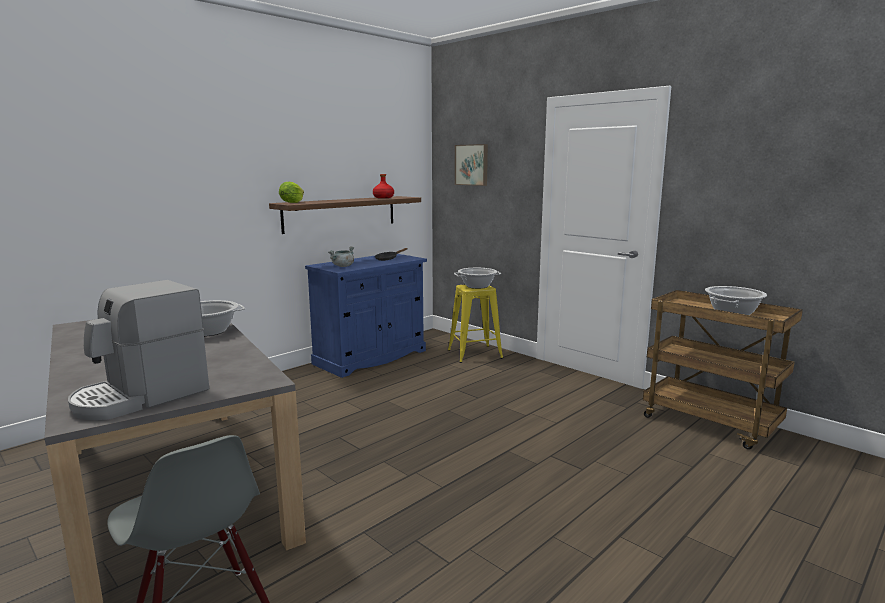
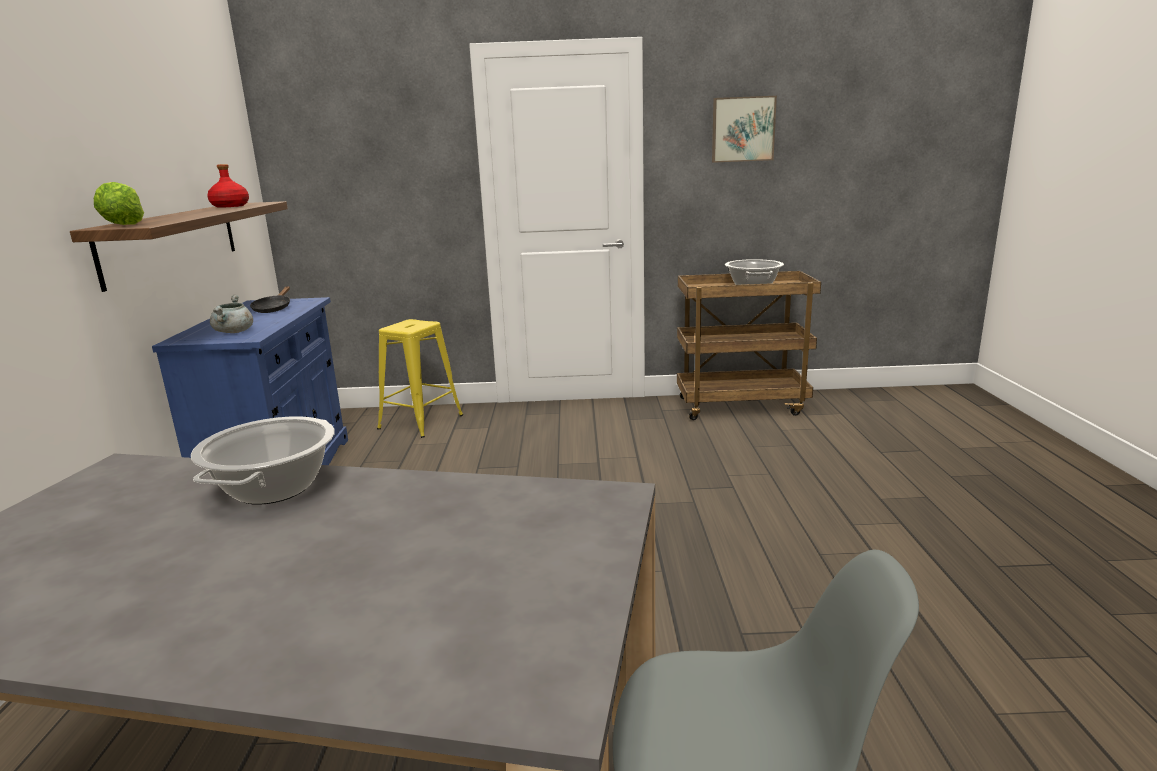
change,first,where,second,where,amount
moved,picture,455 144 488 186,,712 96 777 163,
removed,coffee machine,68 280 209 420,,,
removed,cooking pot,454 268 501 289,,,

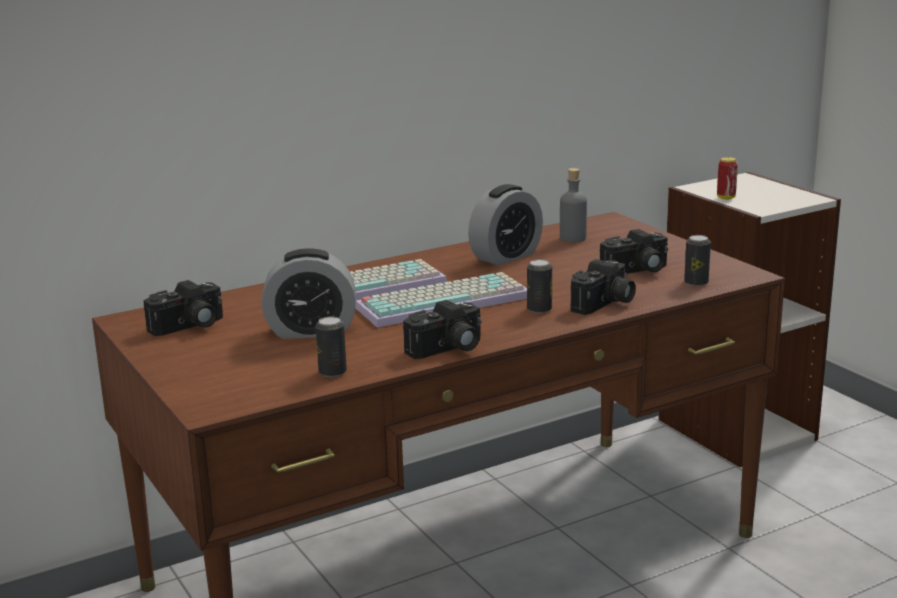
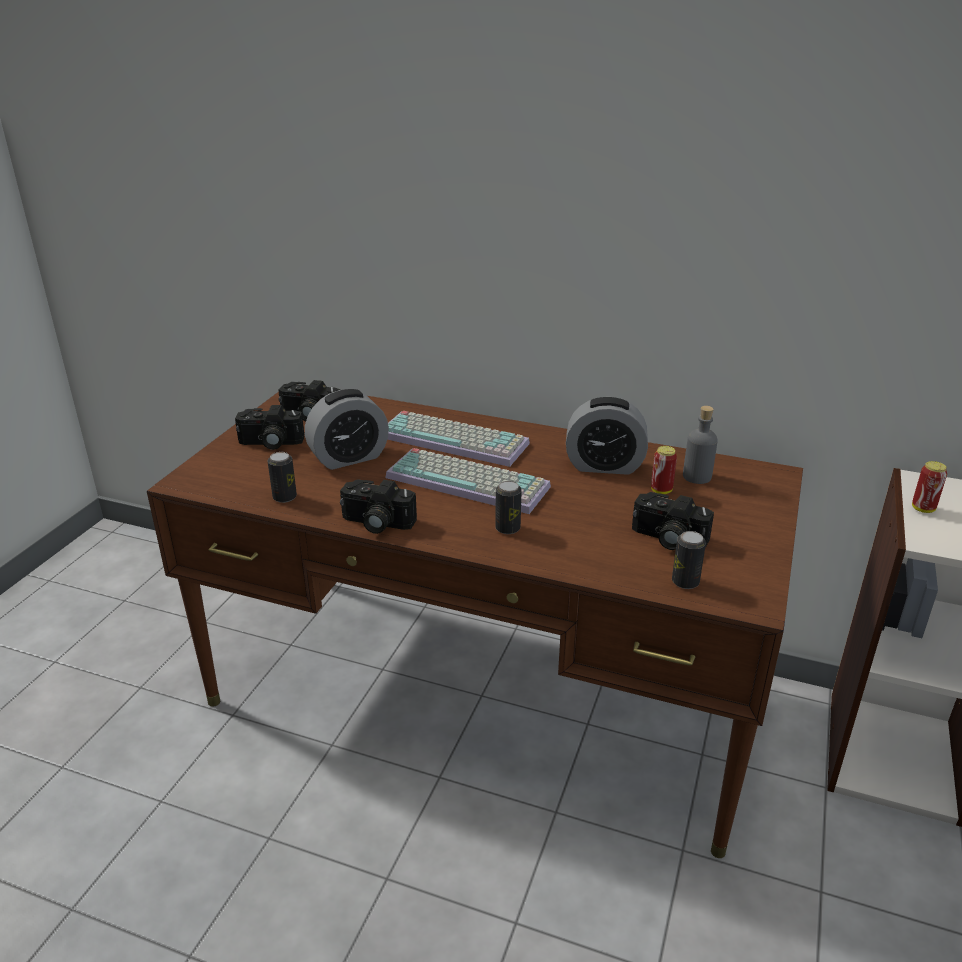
change,first,where,second,where,amount
moved,photo camera,570 259 636 315,,235 405 305 450,
turned,alarm clock,262 248 356 339,,305 389 389 470,75 degrees counterclockwise
added,,,can,651 446 677 494,

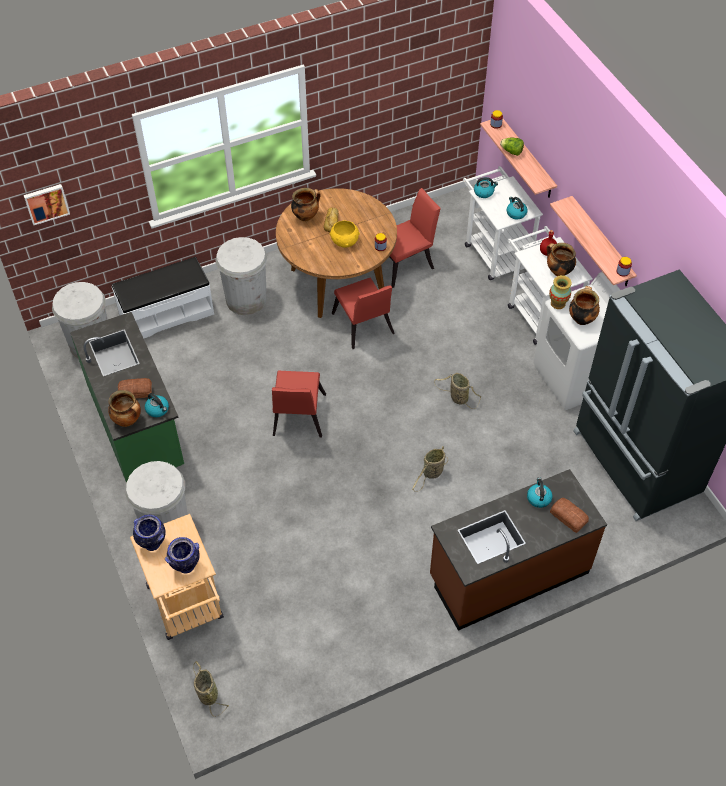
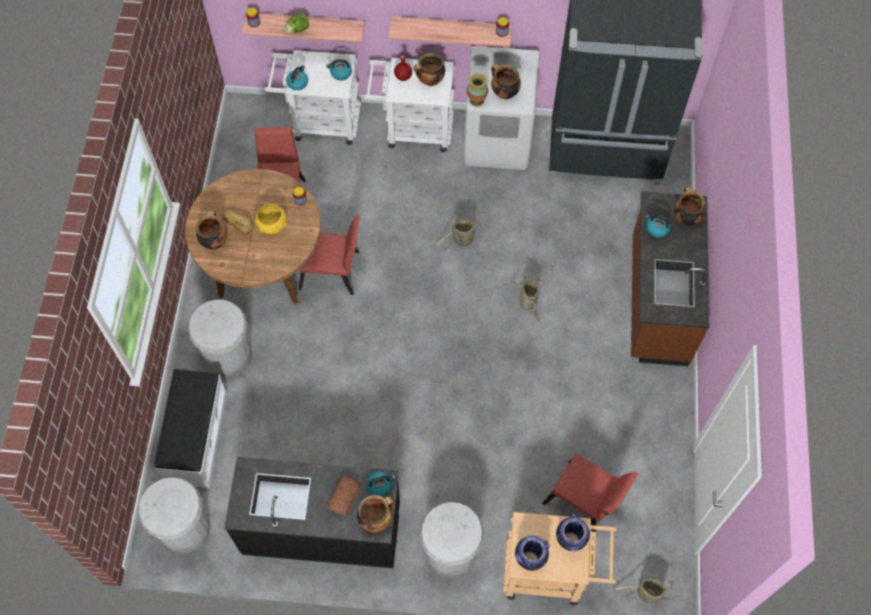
change,first,where,second,where,amount
recoloured,green counter,70 312 184 483,black counter,224 457 400 568,
moved,red chair,272 371 326 438,,542 453 638 532,
replaced,bread,550 498 589 533,cooking pot,674 187 705 226,
removed,picture,24 184 70 225,,,

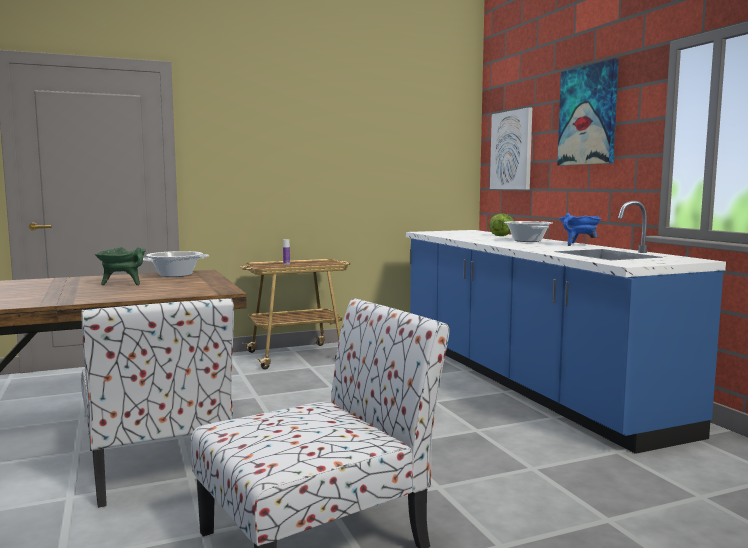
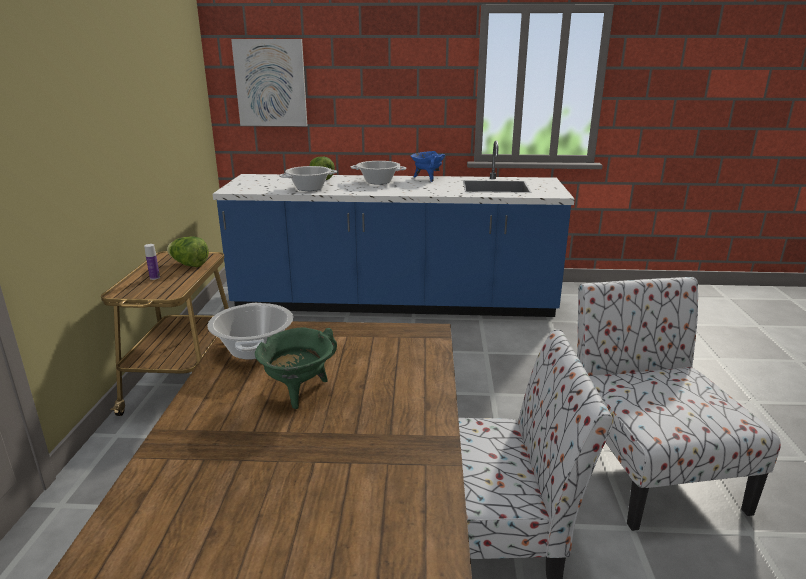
change,first,where,second,where,amount
added,,,lettuce,167 236 209 267,
added,,,cooking pot,279 166 337 191,
removed,picture,557 58 619 166,,,

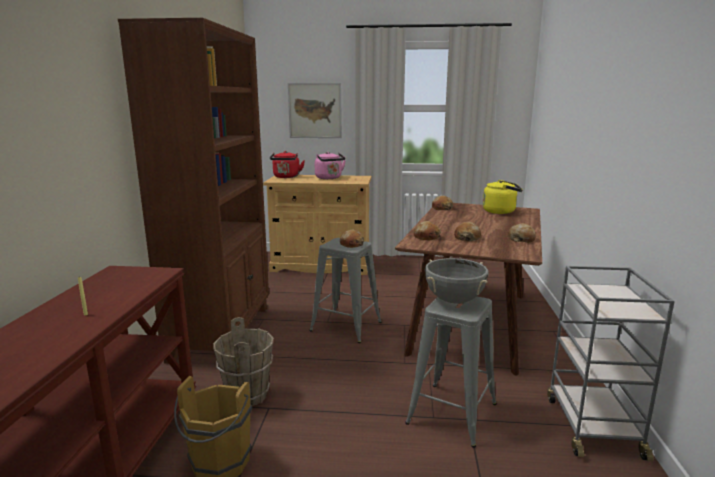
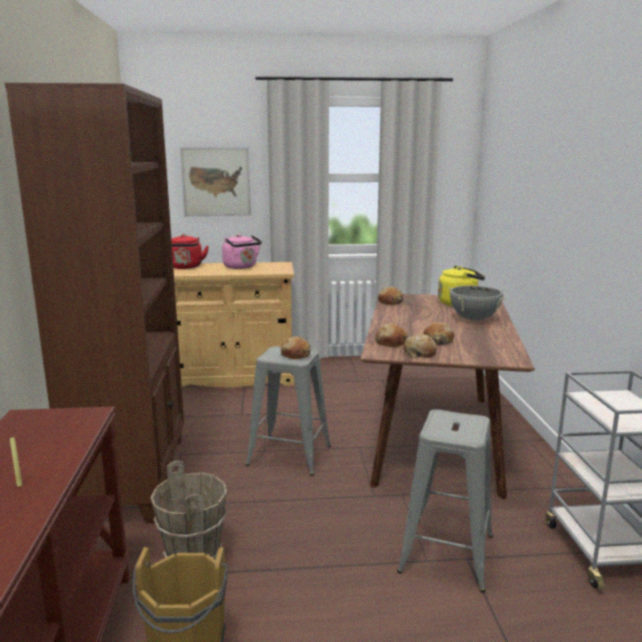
change,first,where,second,where,amount
moved,bread,508 223 536 243,,404 333 436 358,
moved,grey cooking pot,425 258 489 303,,448 286 506 321,

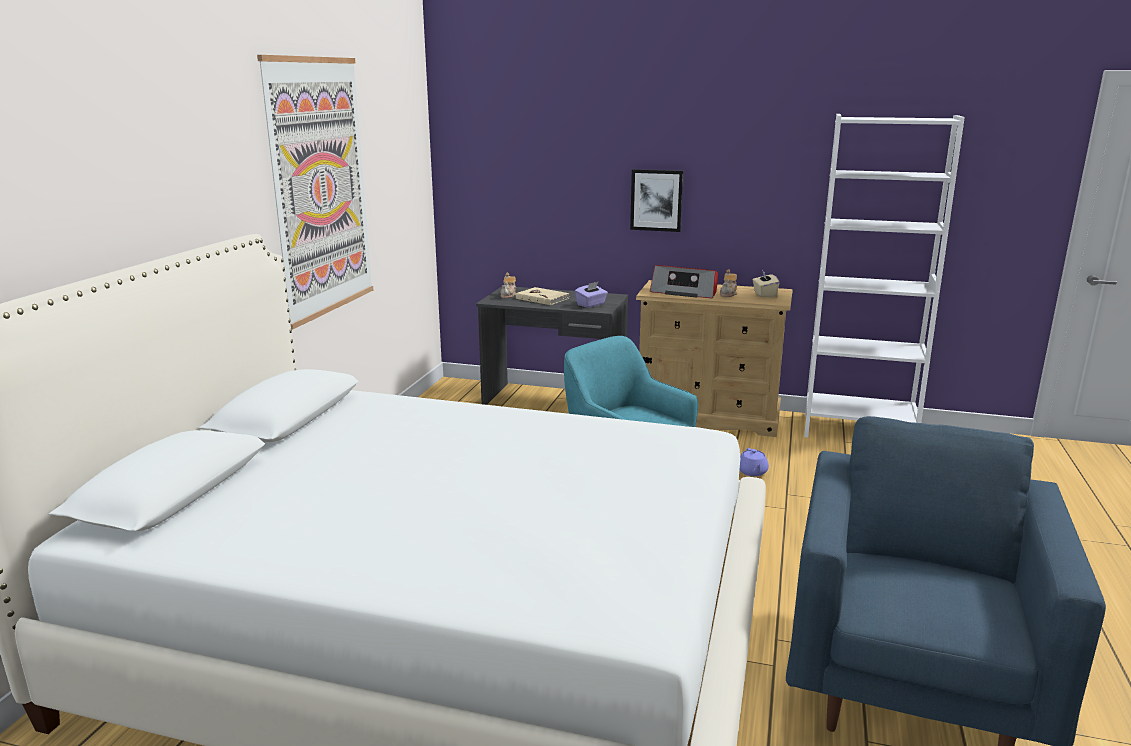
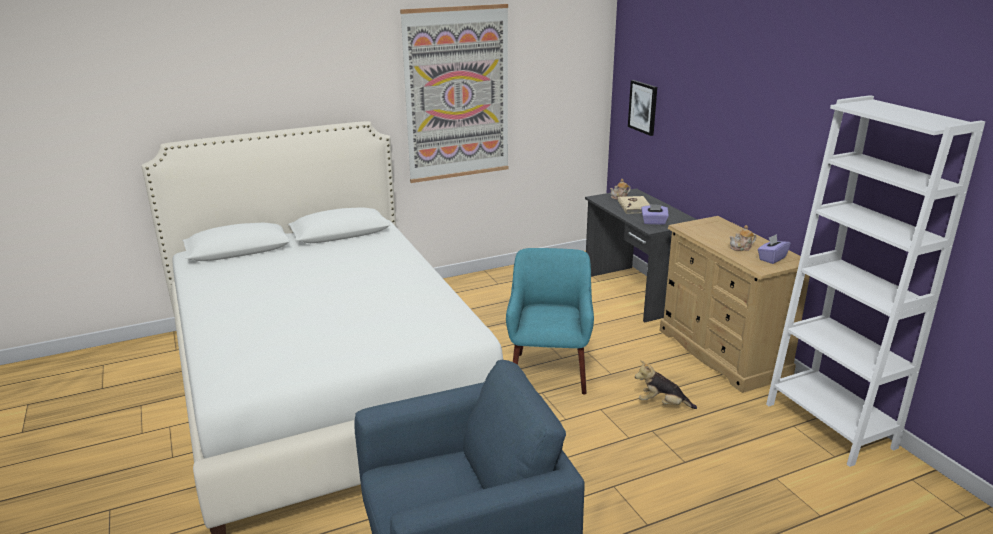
change,first,where,second,where,amount
moved,picture,630 169 684 232,,628 80 657 136,
replaced,purple teapot,740 448 769 476,plush toy,635 360 697 409,
recoloured,beige tissue box,752 270 779 297,purple tissue box,758 234 791 264,
removed,radio,650 265 718 298,,,

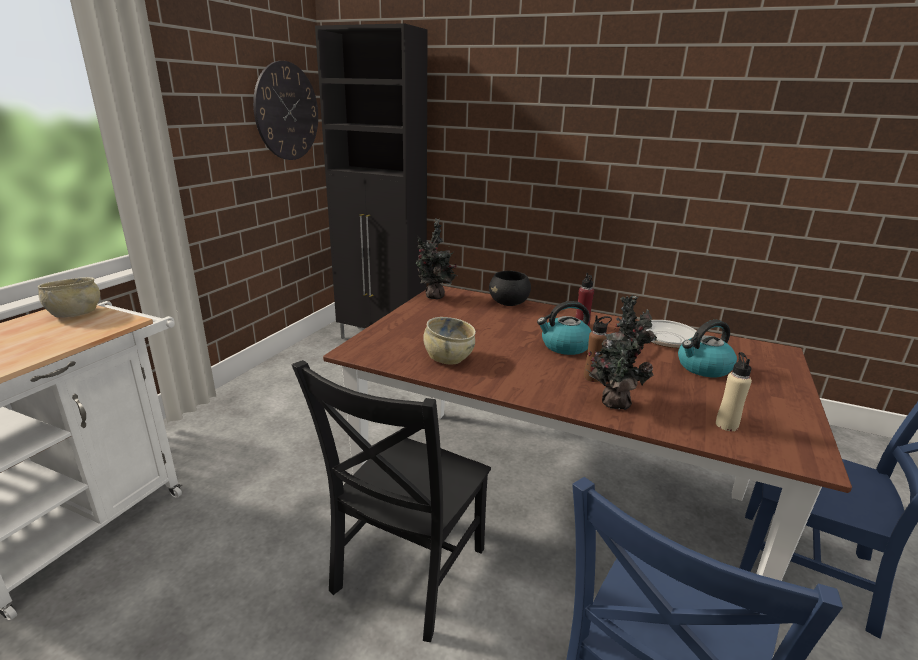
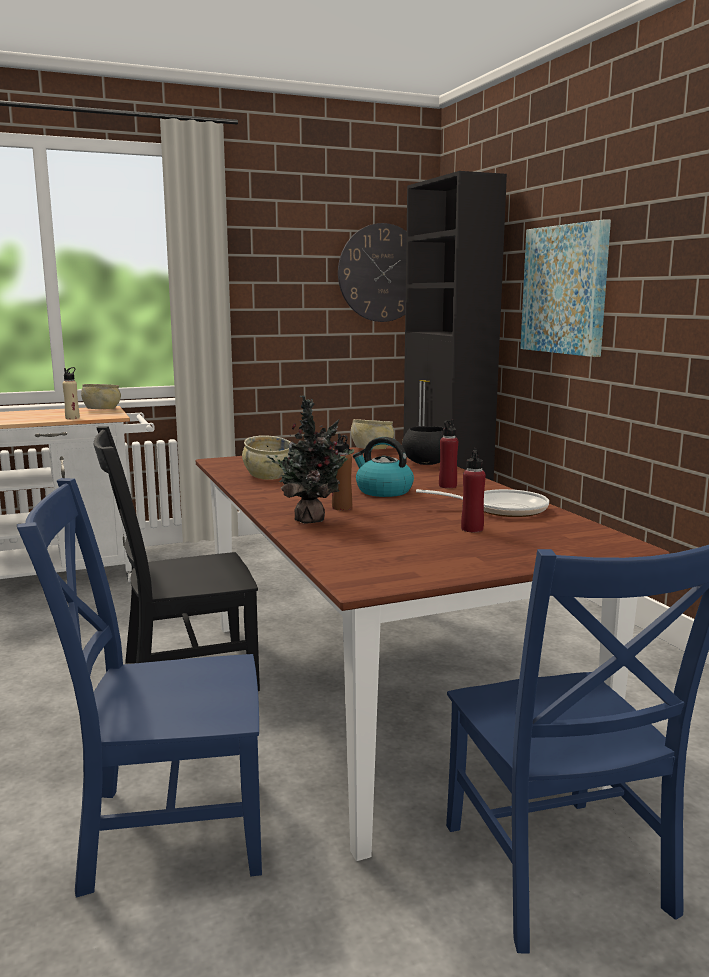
change,first,where,second,where,amount
moved,beige bottle,716 352 752 431,,62 367 80 419,
replaced,potted plant,416 218 457 299,beige bowl,351 419 394 449,
replaced,kettle,678 320 737 377,red bottle,461 448 486 532,
added,,,picture,520 219 611 357,

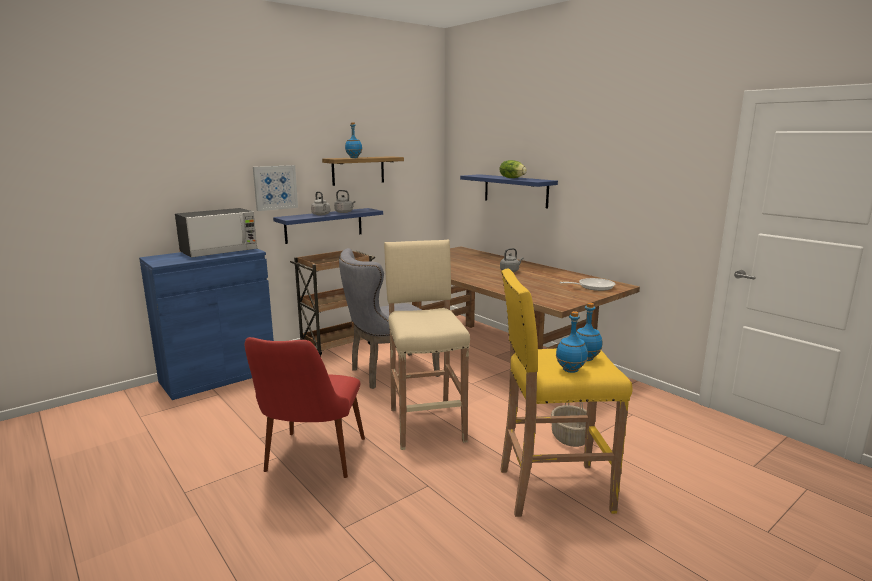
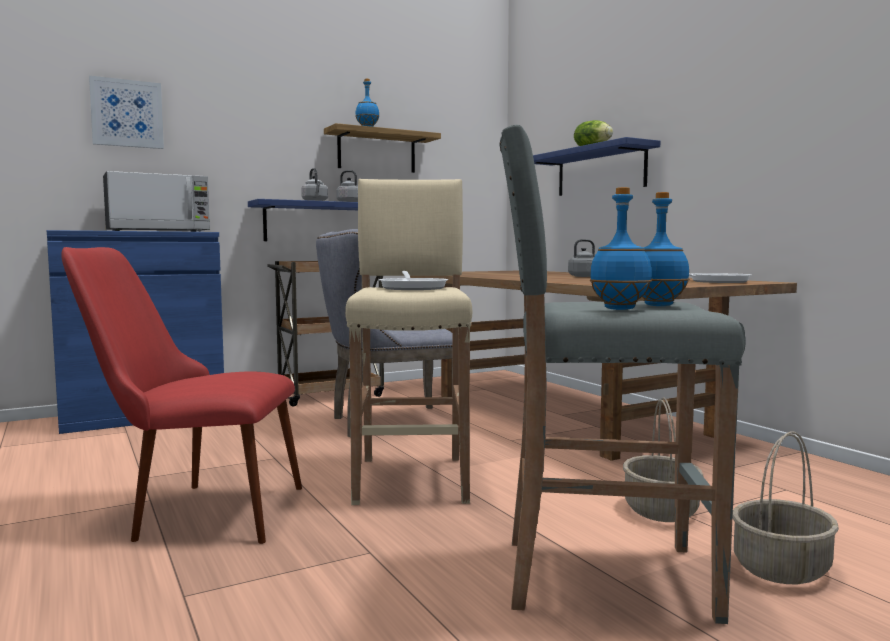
change,first,where,second,where,amount
turned,red chair,245 337 365 478,,61 247 302 544,75 degrees clockwise
moved,picture,253 165 298 211,,89 76 164 149,
added,,,frying pan,379 271 448 290,
recoloured,yellow stool,500 269 633 517,grey stool,499 125 746 624,
added,,,basket,732 431 839 584,

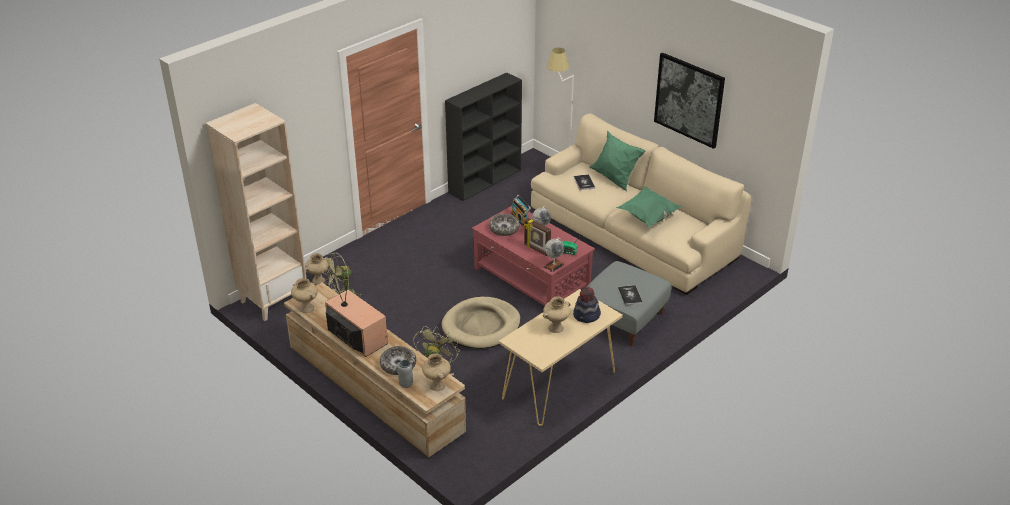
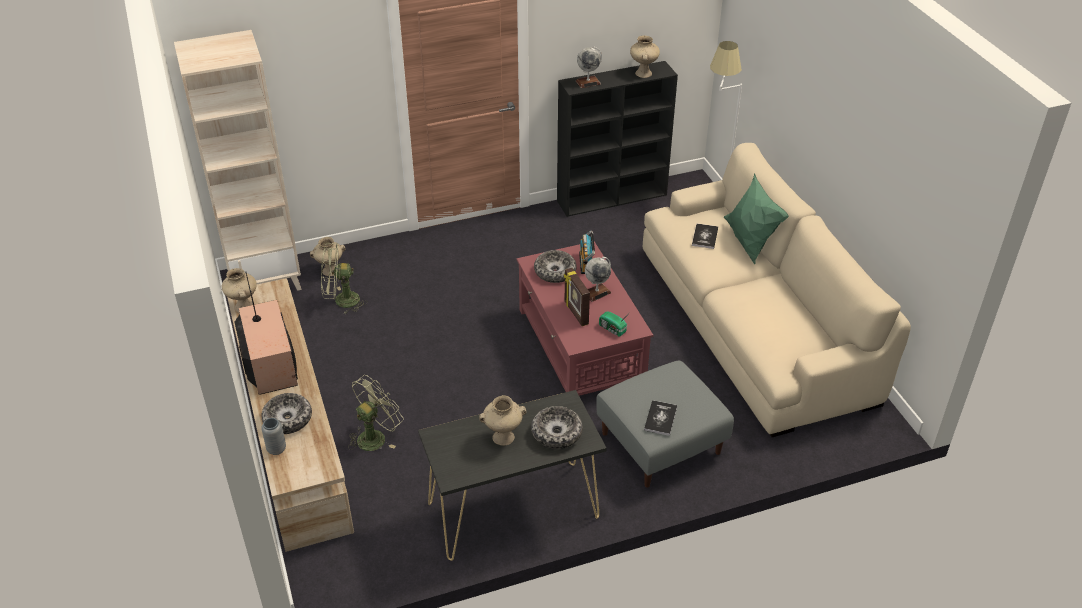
change,first,where,second,where,amount
recoloured,beige console table,499 289 623 426,black console table,418 390 607 561,
replaced,hat,573 287 601 323,bowl,531 406 583 449,
moved,globe,544 238 564 272,,576 47 602 88,
moved,beige vase,422 354 451 391,,630 35 660 78,
removed,beige dog bed,441 297 520 349,,,
removed,green pillow,616 187 682 228,,,
removed,picture,654 53 725 149,,,

